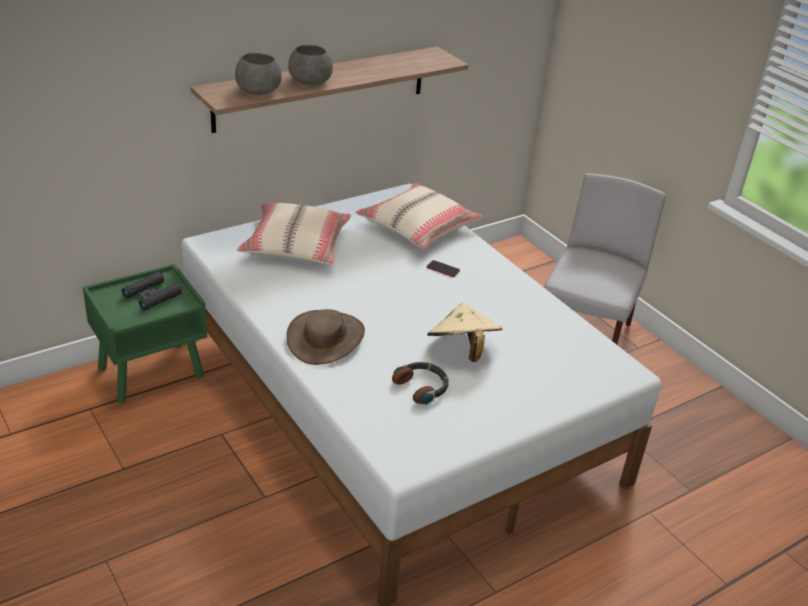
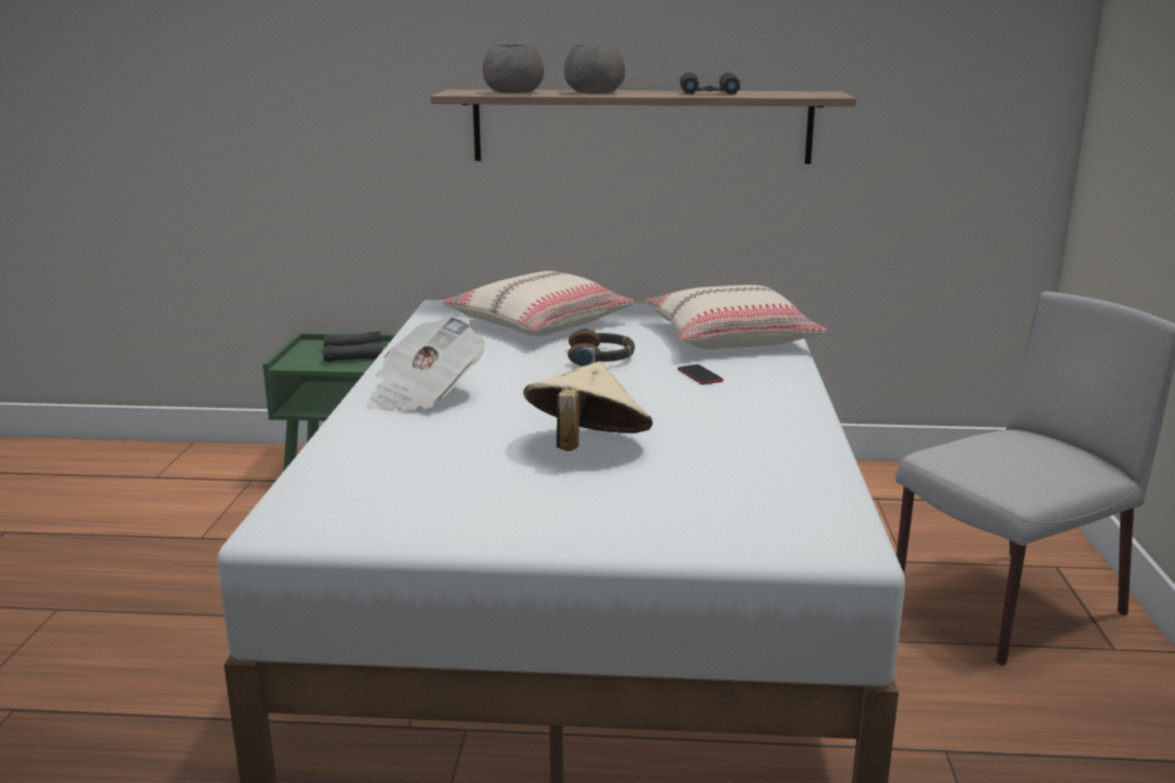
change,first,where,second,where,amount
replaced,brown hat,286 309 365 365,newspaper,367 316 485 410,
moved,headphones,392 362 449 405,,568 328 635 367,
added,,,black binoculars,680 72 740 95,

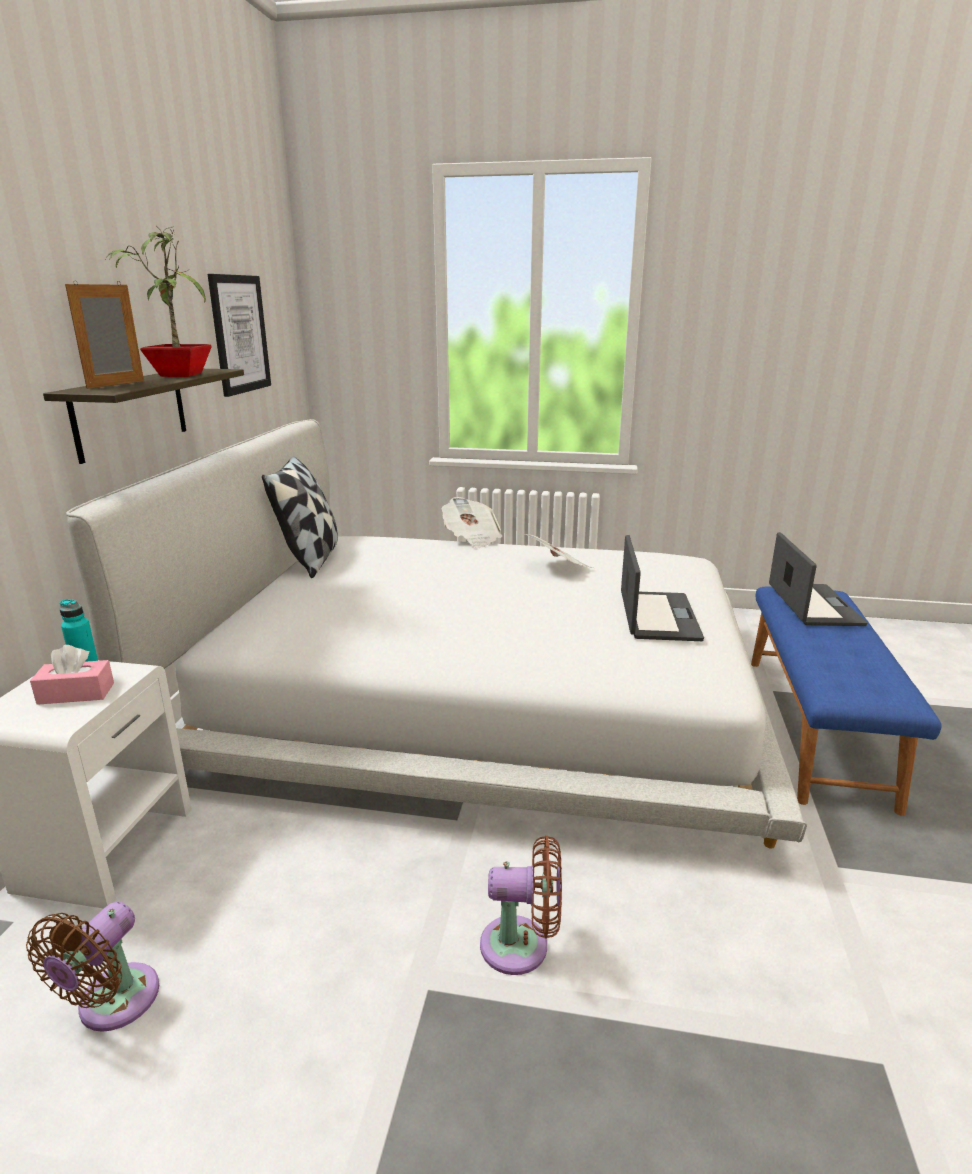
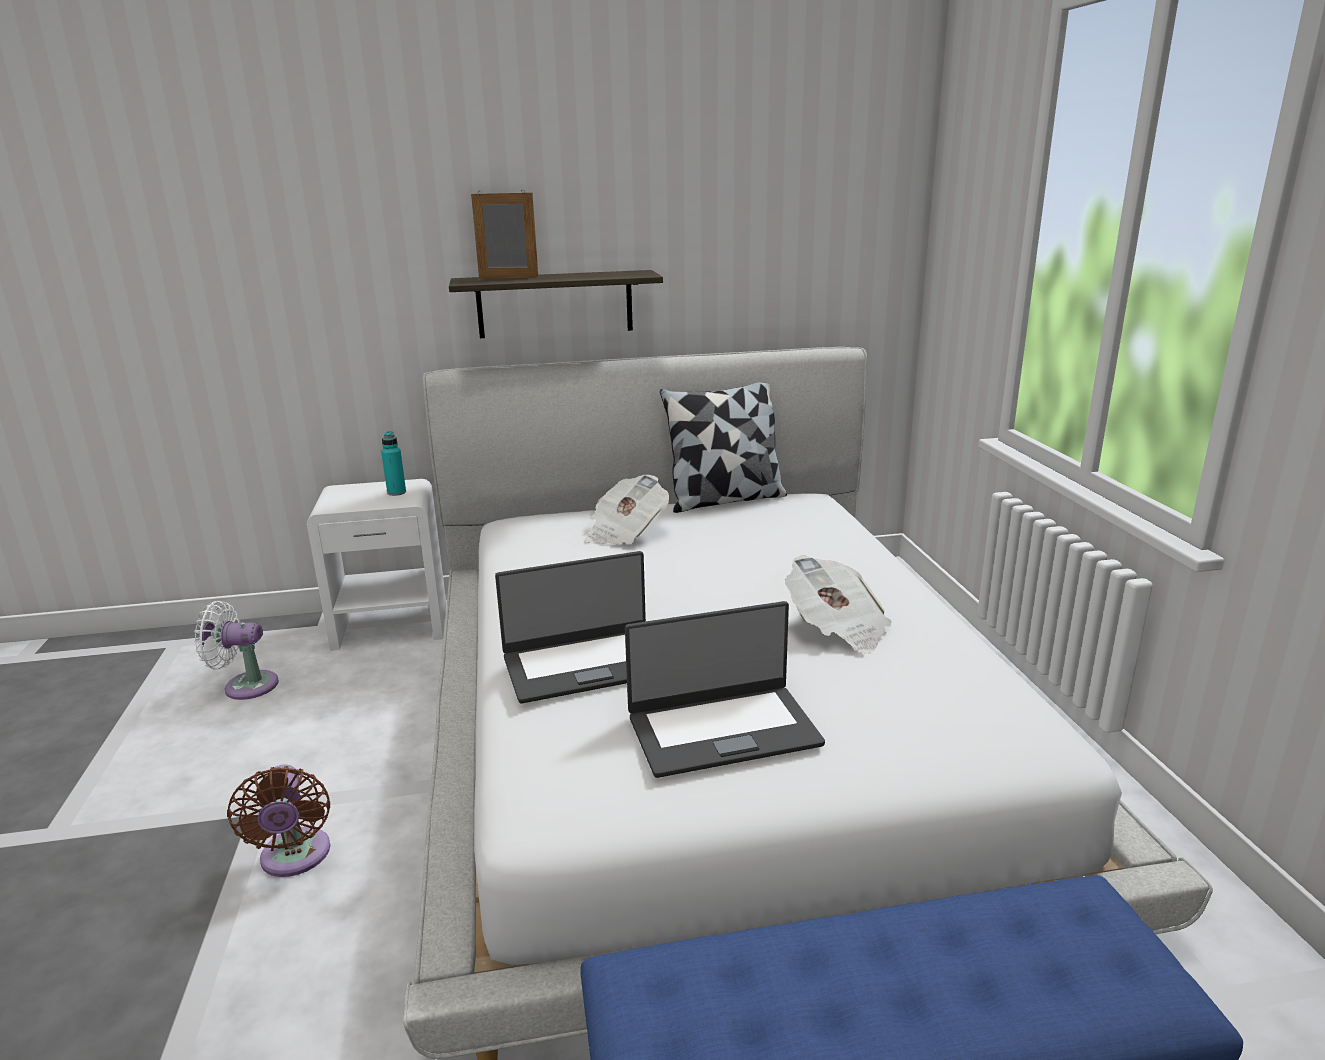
change,first,where,second,where,amount
recoloured,brown fan,26 902 159 1032,white fan,194 601 279 700,
moved,laptop,769 532 867 626,,495 551 646 703,
moved,newspaper,441 497 502 548,,586 475 669 545,
removed,pink tissue box,30 645 114 705,,,
removed,potted plant,105 226 212 377,,,
removed,picture,208 274 271 397,,,

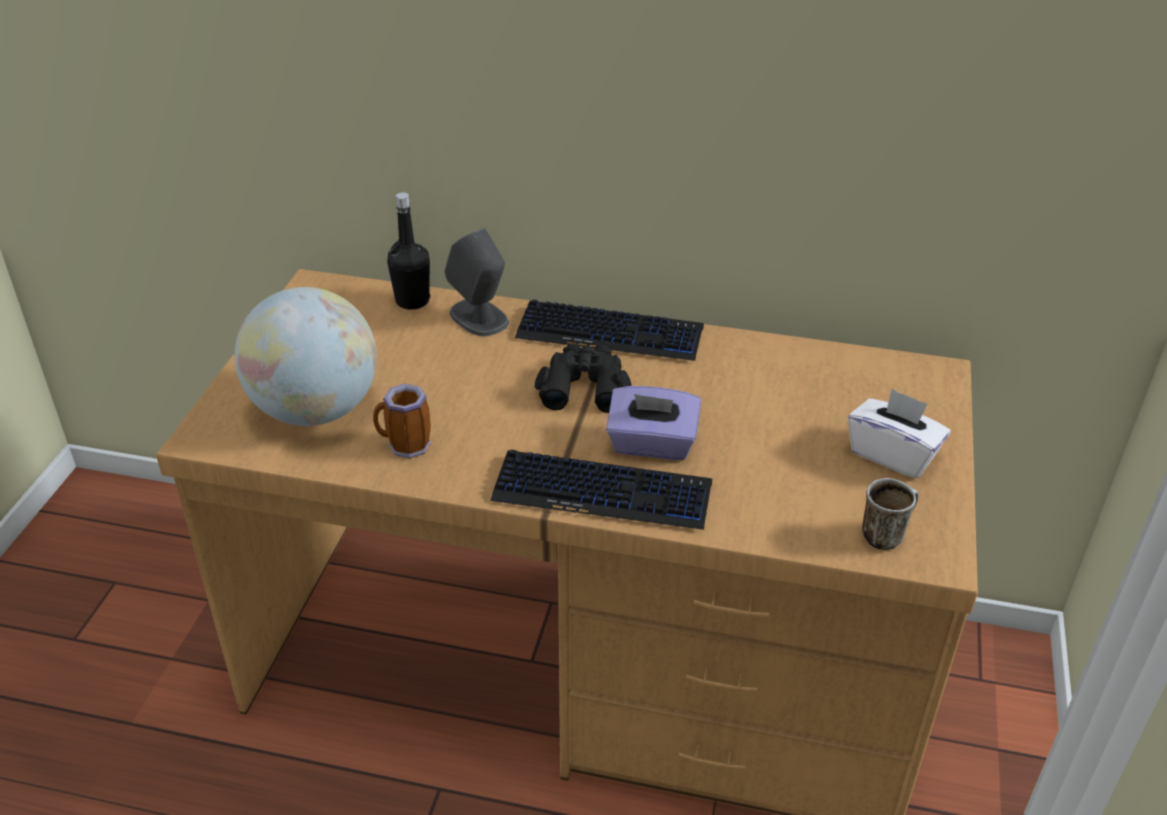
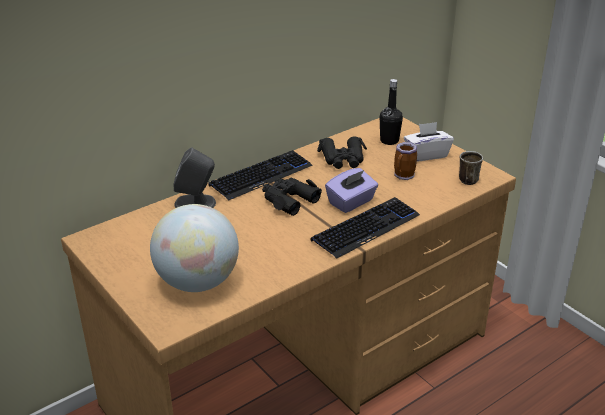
change,first,where,second,where,amount
added,,,black binoculars,317 136 367 169,
moved,black bottle,387 192 430 310,,380 79 403 145,
moved,mug,373 384 431 458,,394 142 417 180,

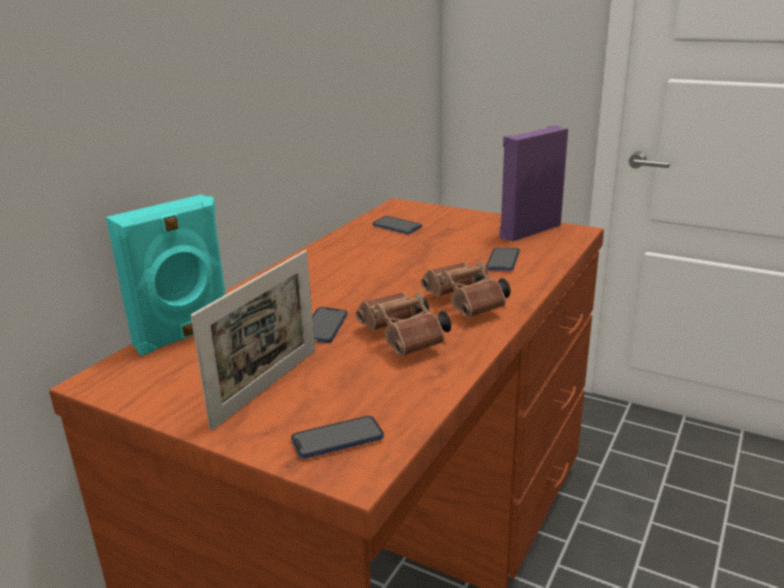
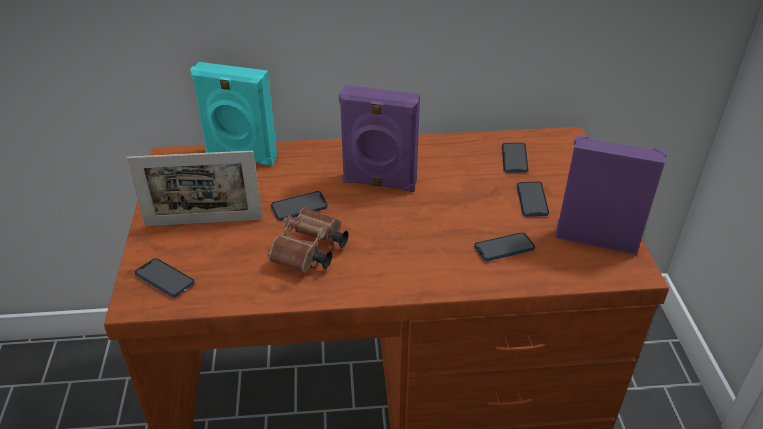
change,first,where,second,where,amount
added,,,purple speaker,339 85 420 192,
added,,,phone,517 181 549 217,
removed,brown binoculars,421 262 511 318,,,

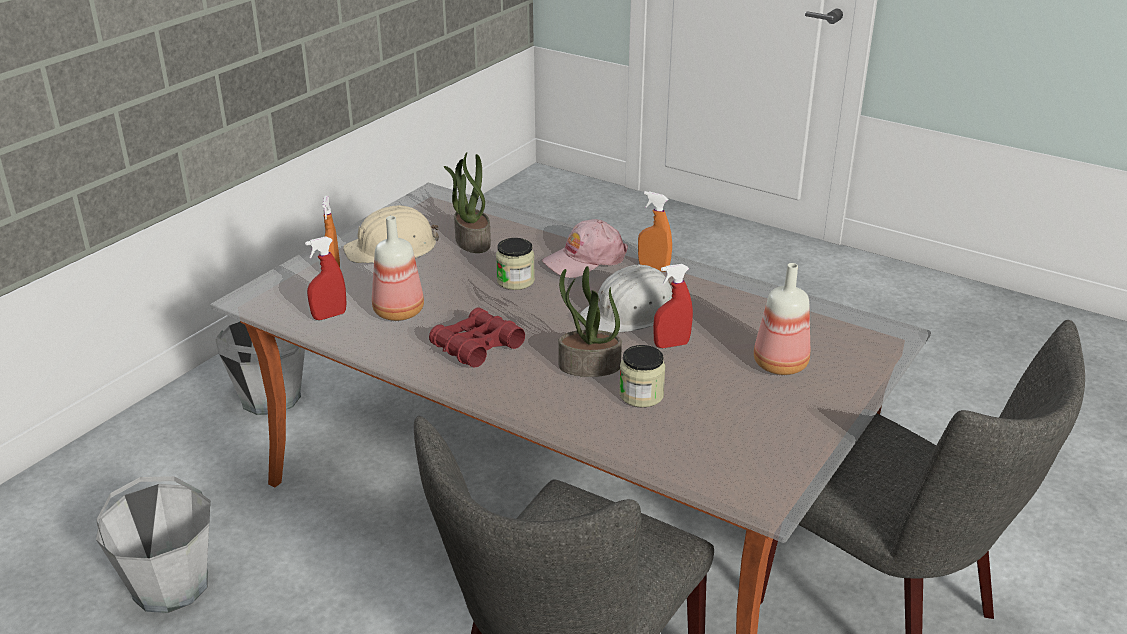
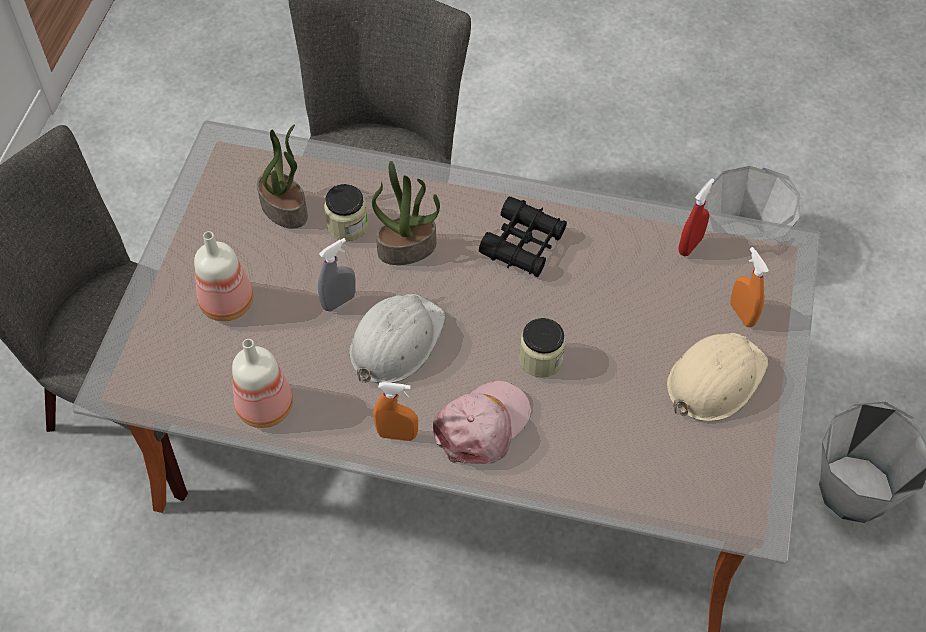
change,first,where,second,where,amount
moved,bottle,372 216 424 321,,232 339 293 428,
moved,potted plant,444 153 491 253,,257 125 308 229,
recoloured,red spray bottle,653 264 693 348,grey spray bottle,318 238 356 311,
recoloured,red binoculars,429 308 525 367,black binoculars,479 196 567 277,

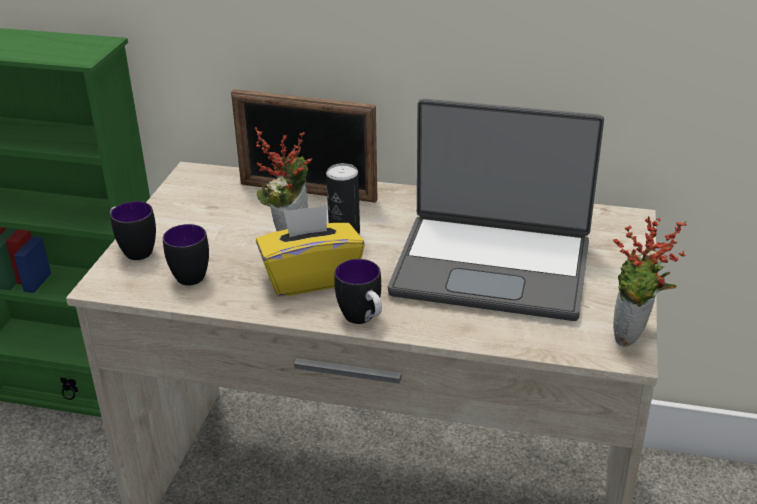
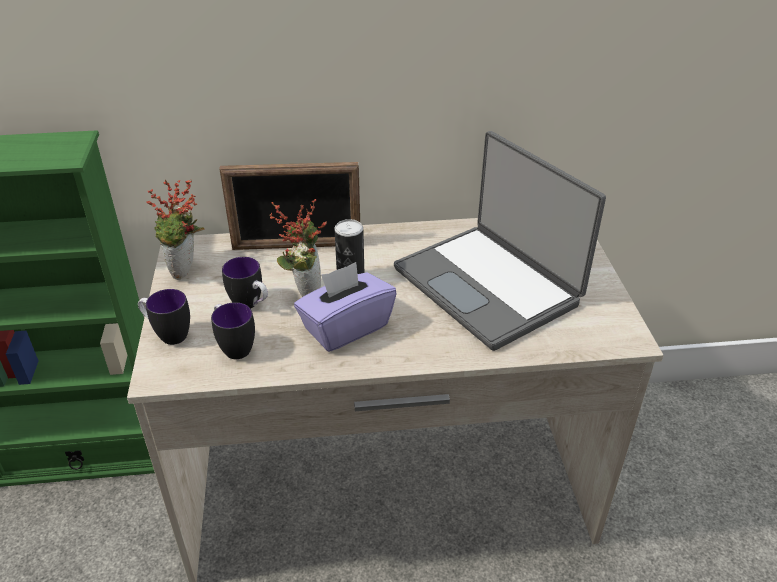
change,first,where,second,where,amount
moved,potted plant,613 216 687 347,,146 179 205 280,
moved,mug,334 259 382 324,,222 257 268 308,
recoloured,yellow tissue box,256 205 365 297,purple tissue box,294 262 397 352,
turned,laptop,388 98 604 321,,394 131 606 351,60 degrees clockwise

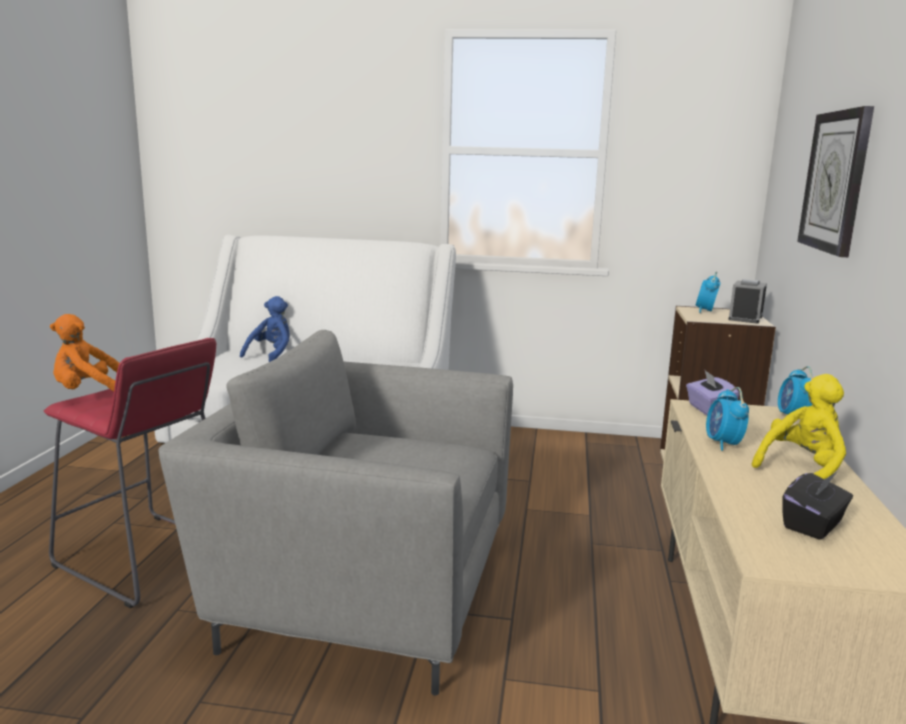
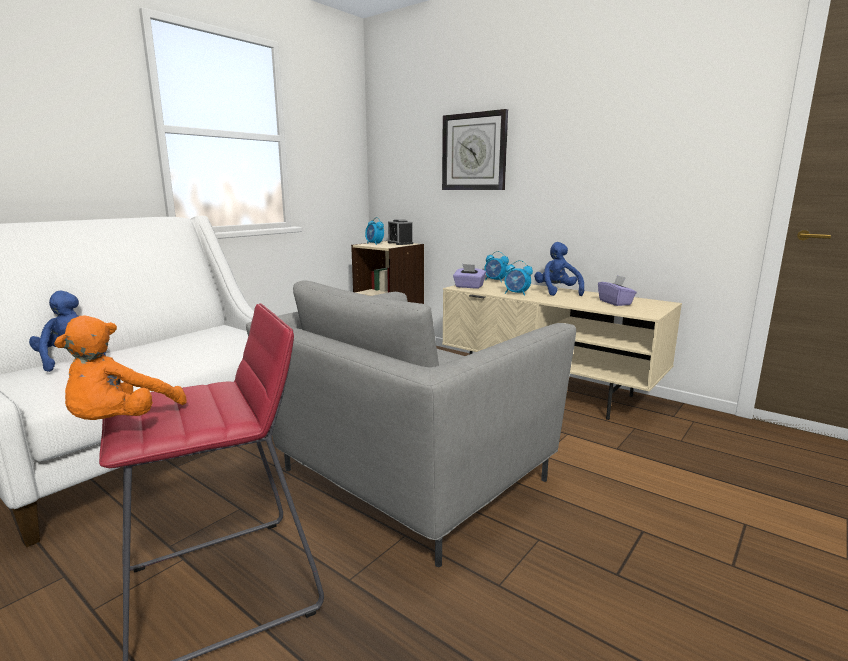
change,first,where,second,where,amount
recoloured,yellow plush toy,752 374 846 479,blue plush toy,534 242 584 296,
recoloured,black tissue box,783 471 853 540,purple tissue box,598 275 637 306,

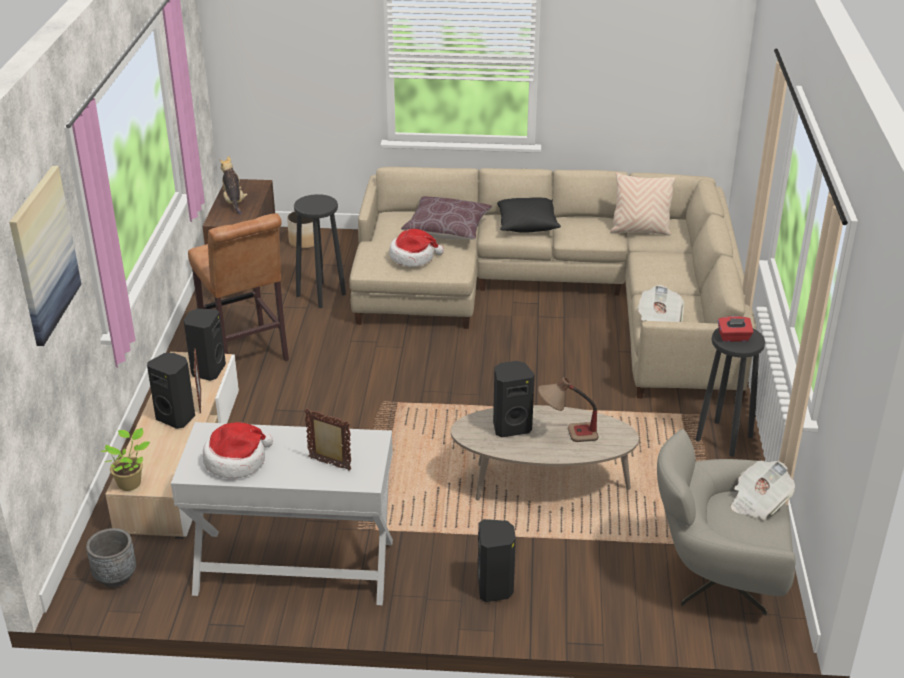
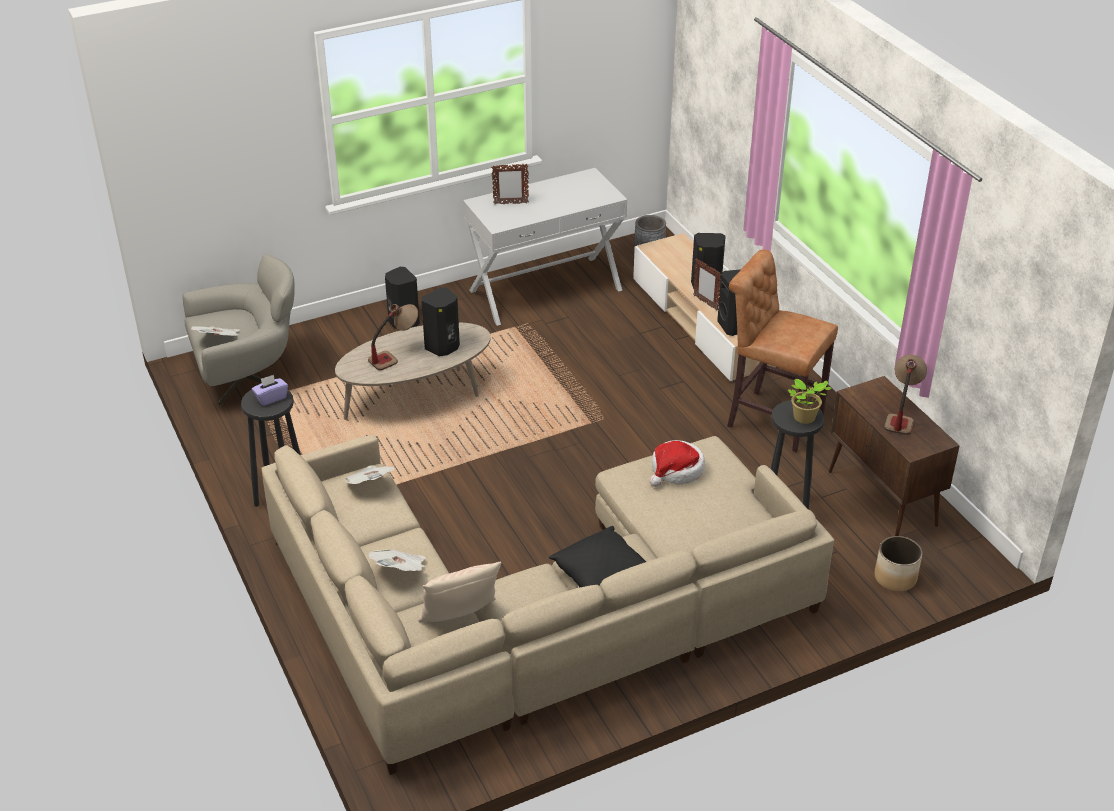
change,first,where,second,where,amount
recoloured,red tissue box,718 316 753 342,purple tissue box,252 375 288 406,
added,,,newspaper,368 549 426 571,
moved,potted plant,100 428 150 491,,788 379 832 424,
replaced,plush toy,220 156 248 215,table lamp,884 355 927 435,
removed,picture,9 166 81 346,,,
removed,hat,203 422 273 479,,,
removed,brown pillow,401 196 492 239,,,

